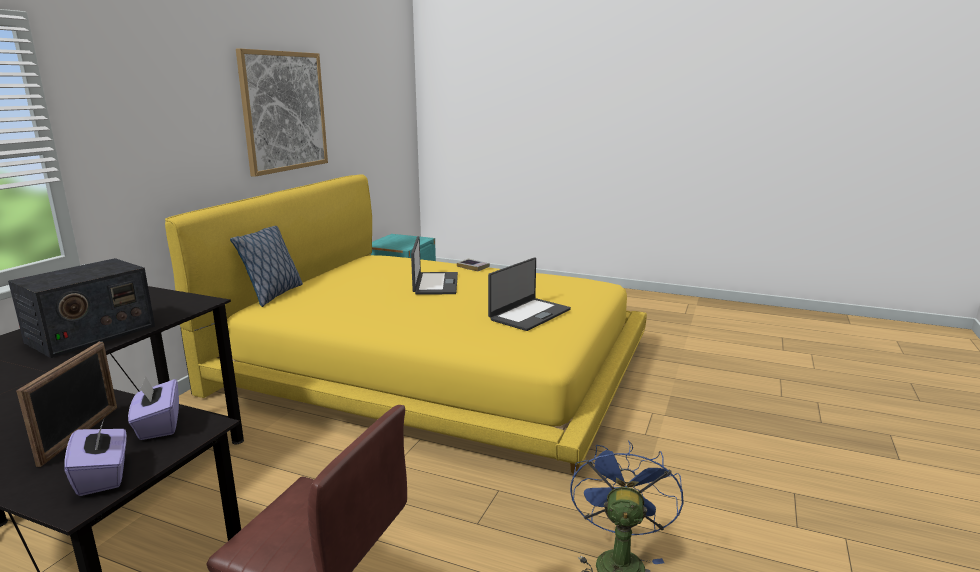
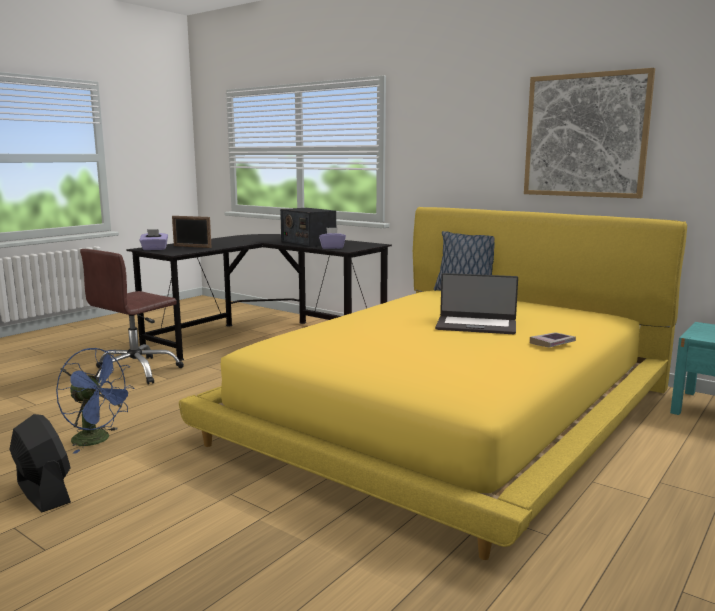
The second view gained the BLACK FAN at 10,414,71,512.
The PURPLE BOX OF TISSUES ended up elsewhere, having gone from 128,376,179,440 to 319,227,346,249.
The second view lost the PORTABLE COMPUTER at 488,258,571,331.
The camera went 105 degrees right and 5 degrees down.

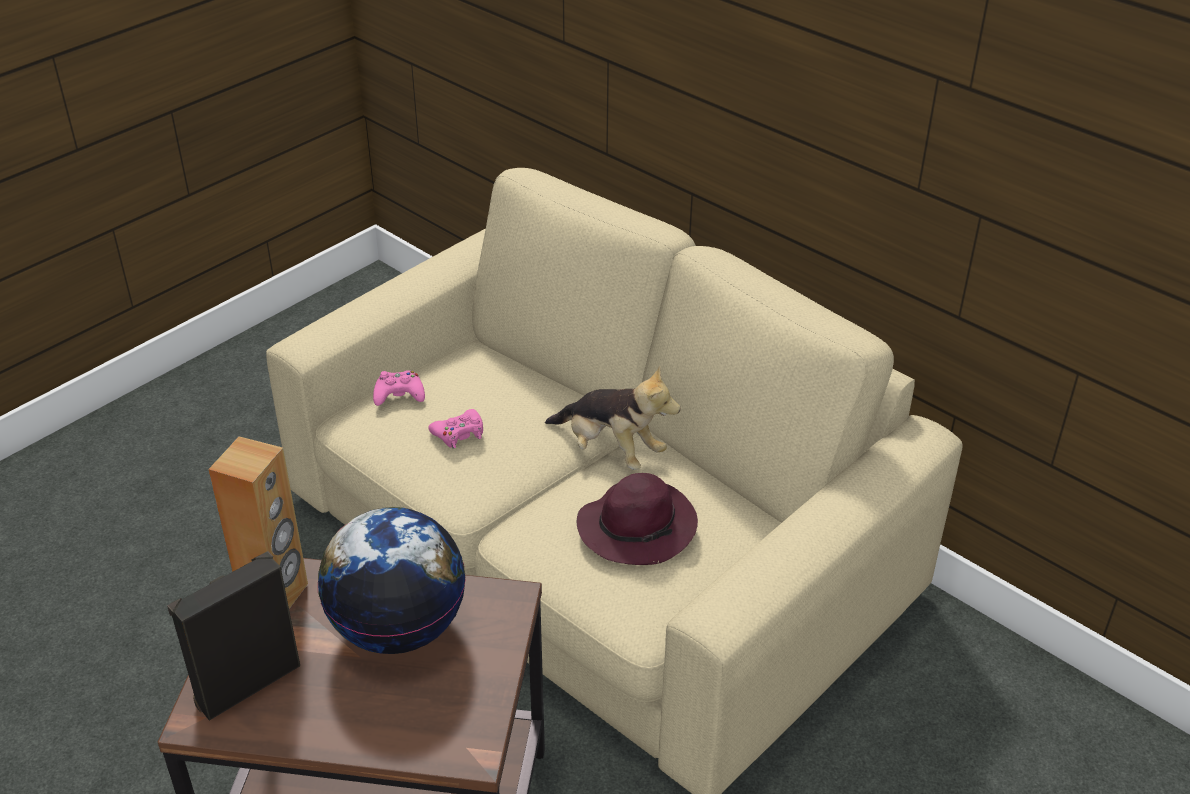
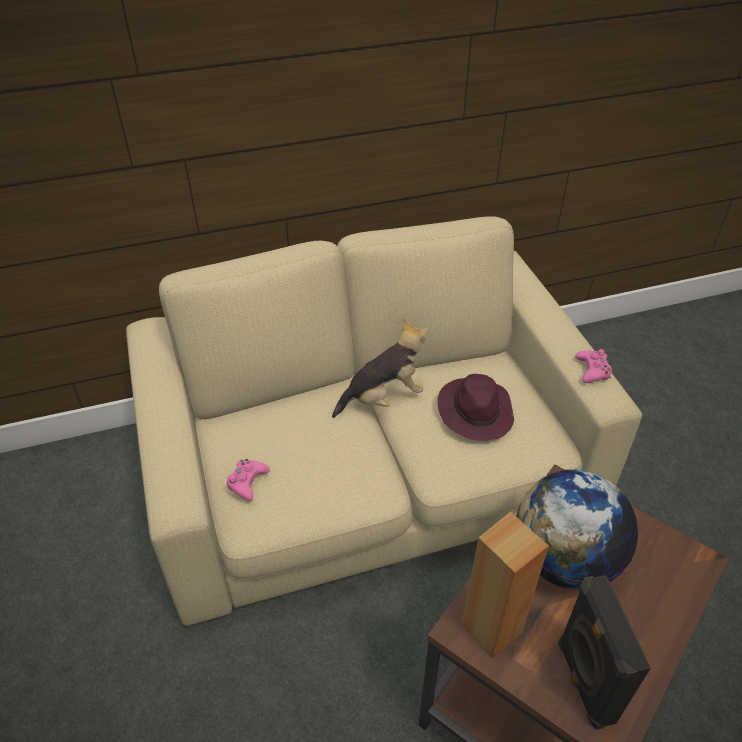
The PINKISH GAMEPAD ended up elsewhere, having gone from 428,409,483,449 to 575,349,612,383.
The camera went 60 degrees left and 5 degrees up.

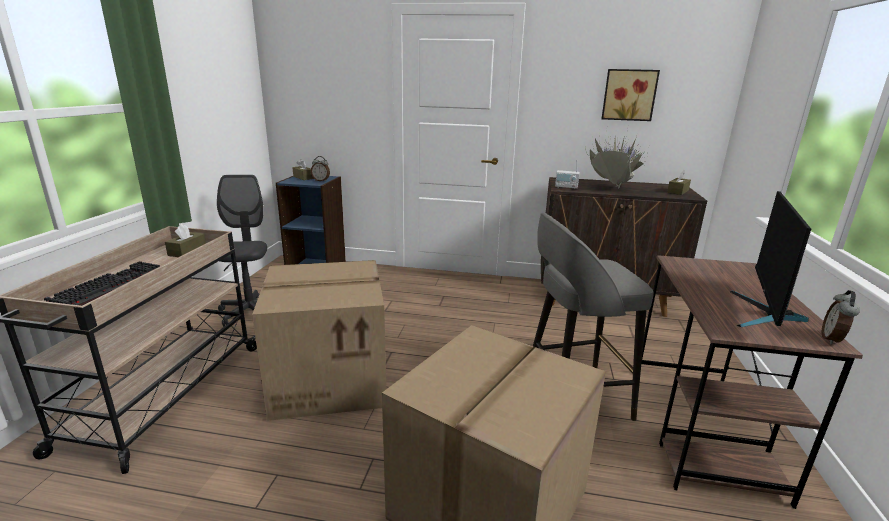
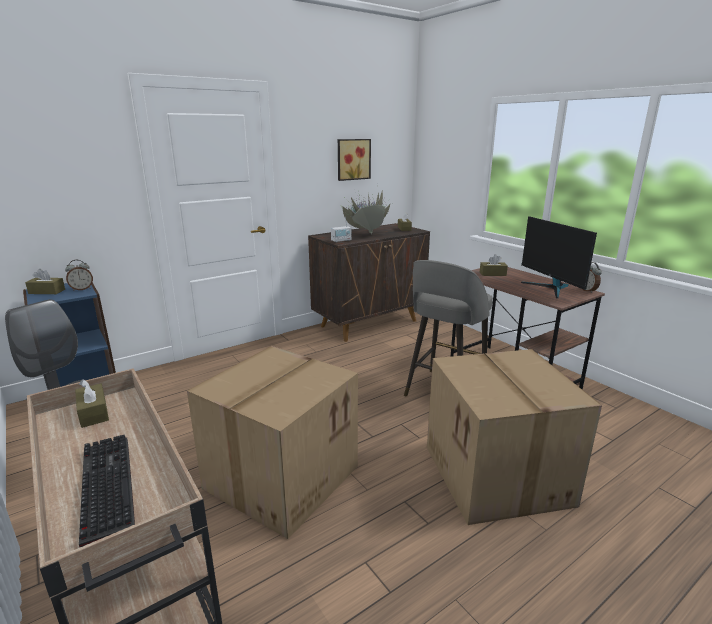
The second view gained the BROWNISH BOX OF TISSUES at 480,254,508,276.
The camera went 45 degrees left and 0 degrees up.

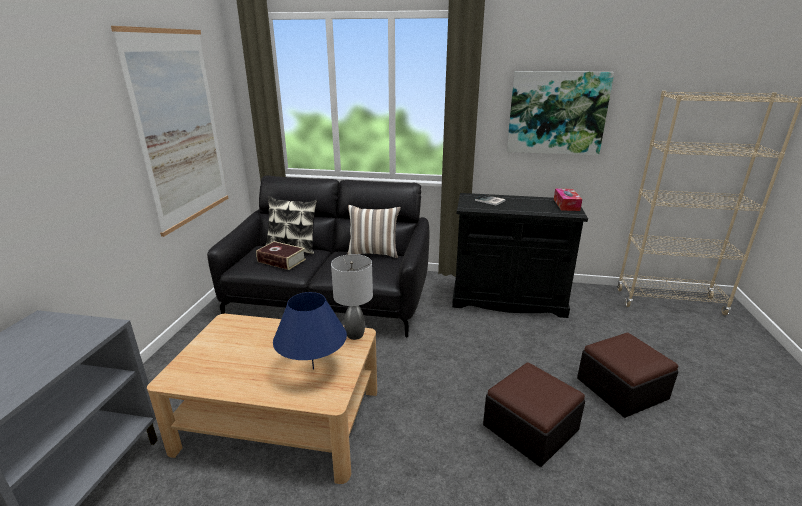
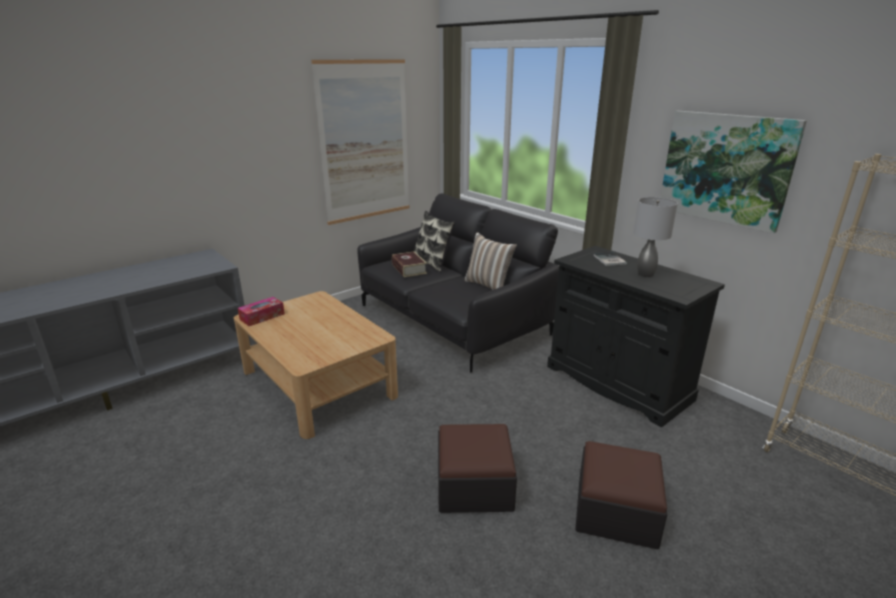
The BOX OF TISSUES ended up elsewhere, having gone from 554,189,582,211 to 238,297,285,326.
The GREY TABLETOP LAMP ended up elsewhere, having gone from 331,254,373,340 to 634,197,678,277.
The second view lost the BLUE-COLOURED TABLETOP LAMP at 273,292,347,370.
The camera went 40 degrees right and 0 degrees up.

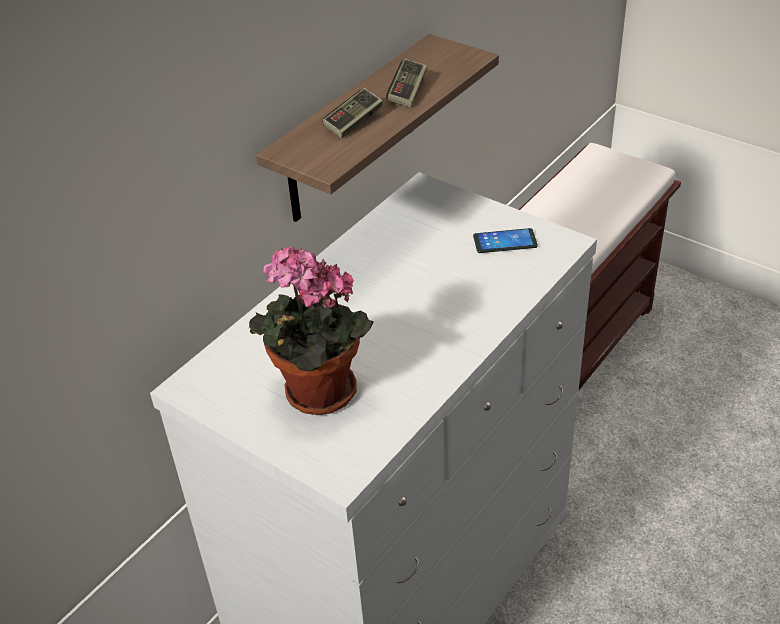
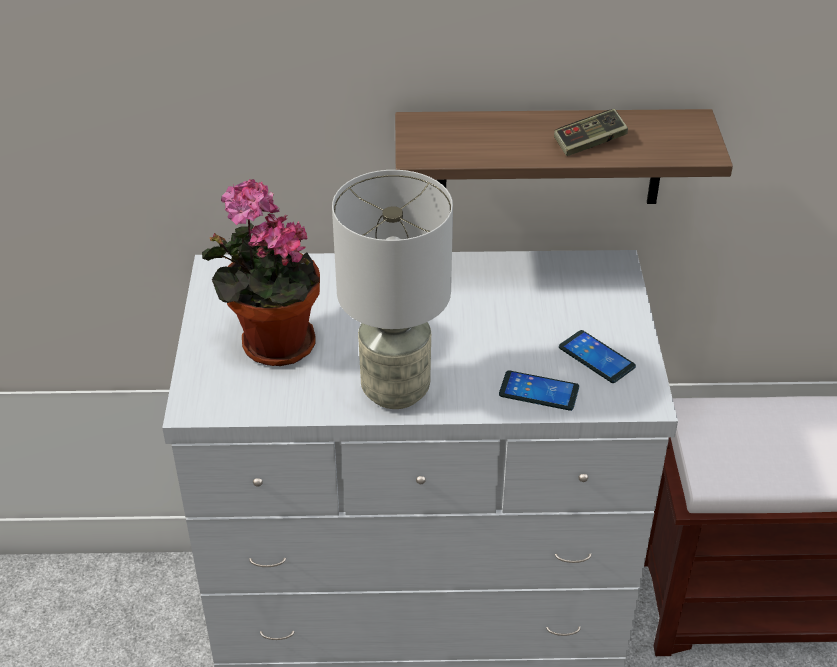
The second view gained the GREY TABLETOP LAMP at 332,170,453,409.
The second view gained the HANDSET at 499,370,579,411.
The second view lost the GAMEPAD at 322,88,383,138.
The camera went 50 degrees right and 0 degrees up.

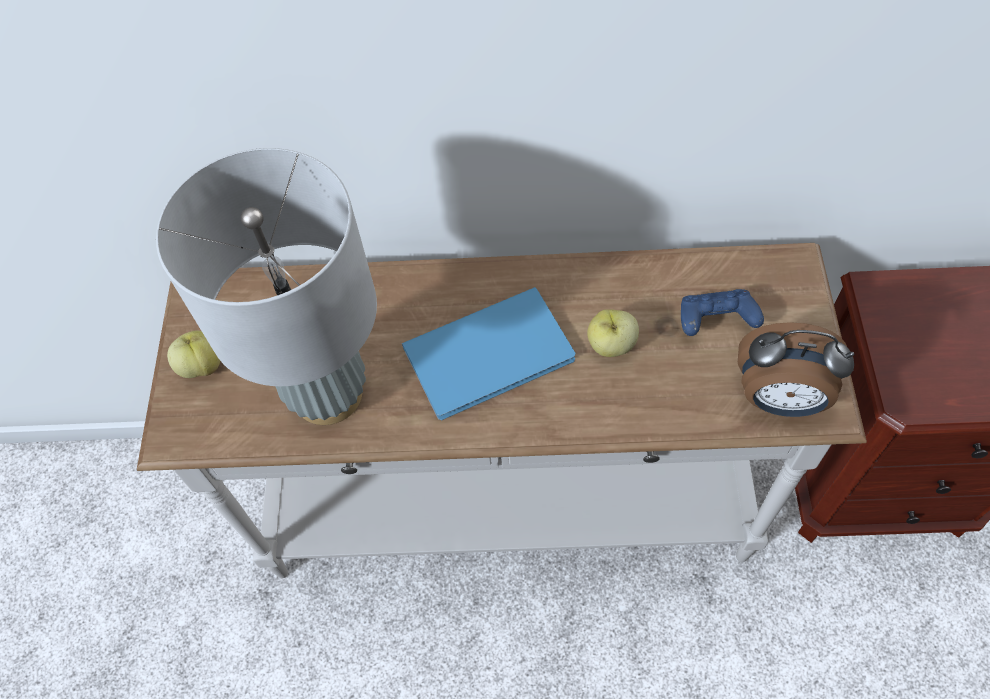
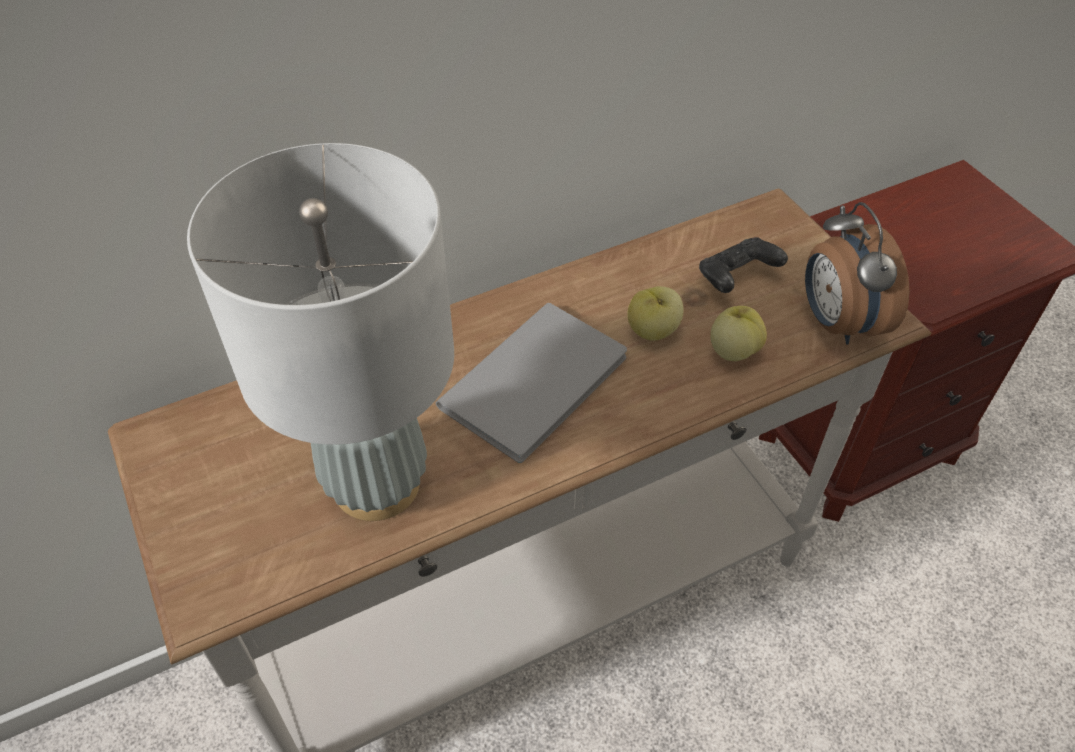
What was the BLUE-COLOURED BOOK at 402,287,576,420 turned into the GREY BOOK at 436,303,627,463.
What was the BLUE-COLOURED GAMEPAD at 681,289,764,336 turned into the BLACK GAMEPAD at 699,237,788,293.
The WHOLE APPLE ended up elsewhere, having gone from 167,330,220,378 to 710,306,767,361.
The BEDSIDE CLOCK at 738,322,854,417 ended up facing another way, 90 degrees clockwise from before.
The camera went 30 degrees left and 10 degrees down.

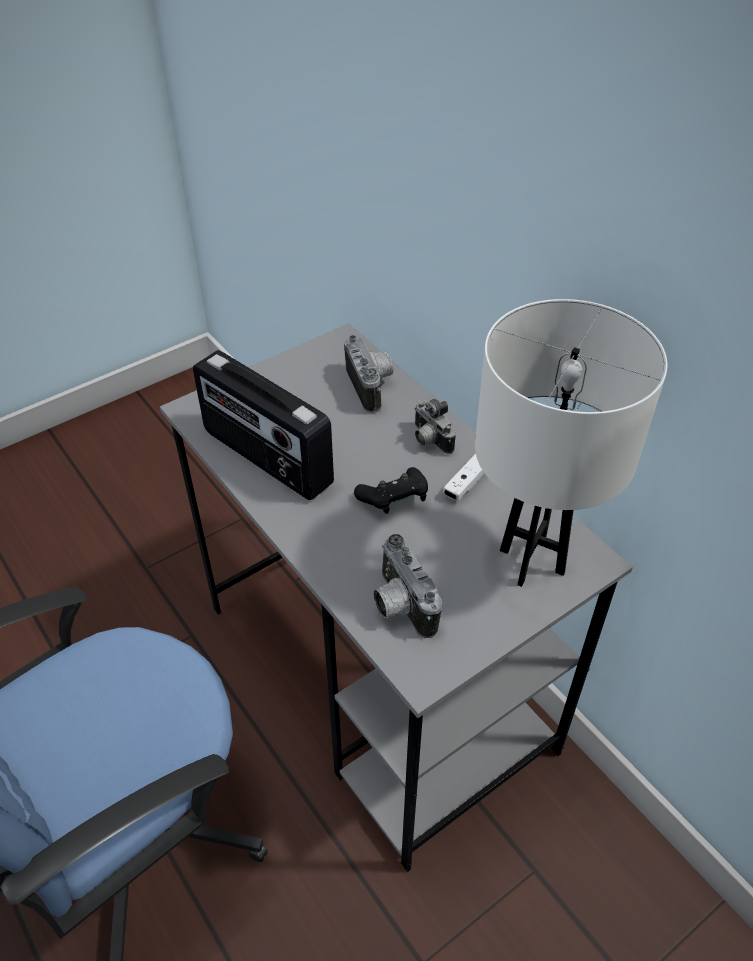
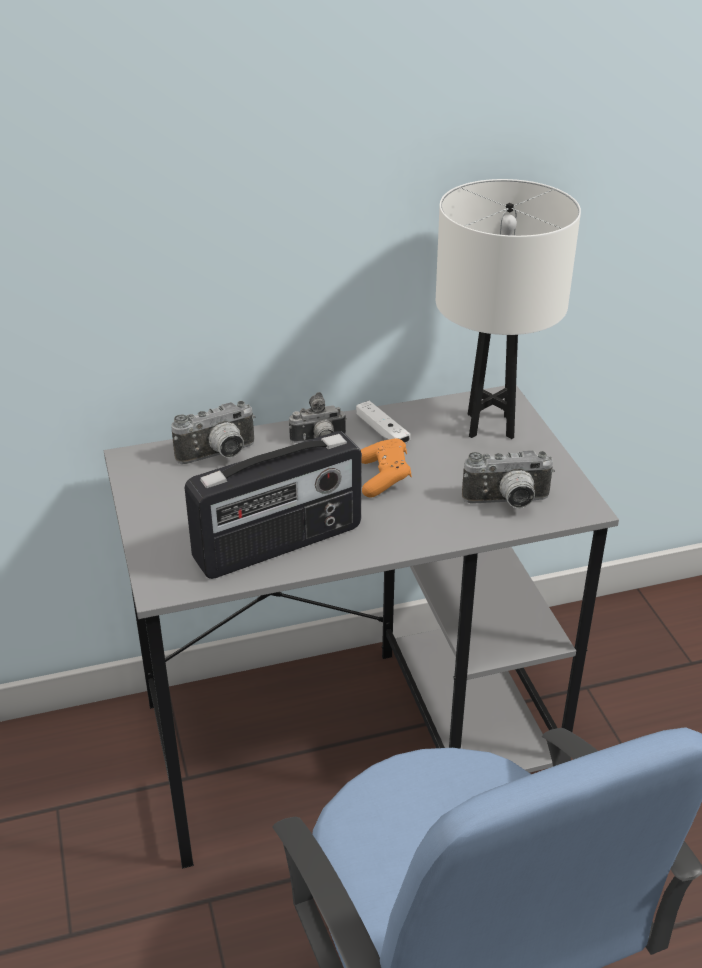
The STILL CAMERA at 344,335,393,413 ended up facing another way, 150 degrees clockwise from before.
What was the BLACK GAMEPAD at 354,467,428,514 turned into the ORANGE-COLOURED GAMEPAD at 361,438,412,497.
The camera went 70 degrees left and 10 degrees down.

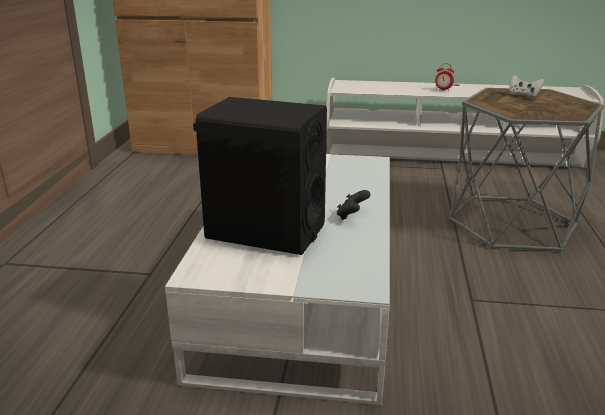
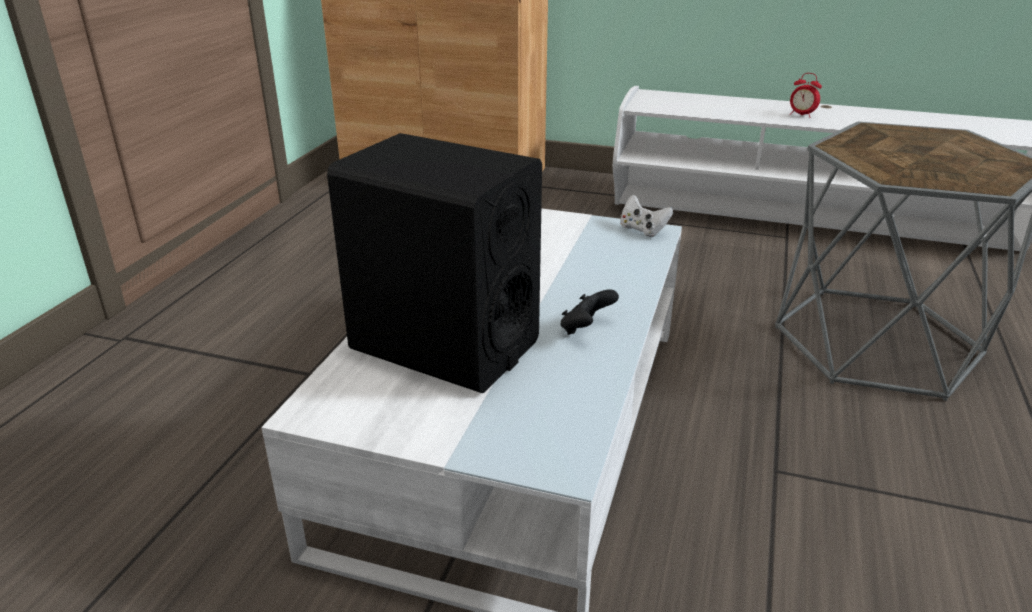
The WHITE-COLOURED GAMEPAD ended up elsewhere, having gone from 509,75,544,98 to 620,195,673,237.
The camera went 10 degrees right and 5 degrees up.

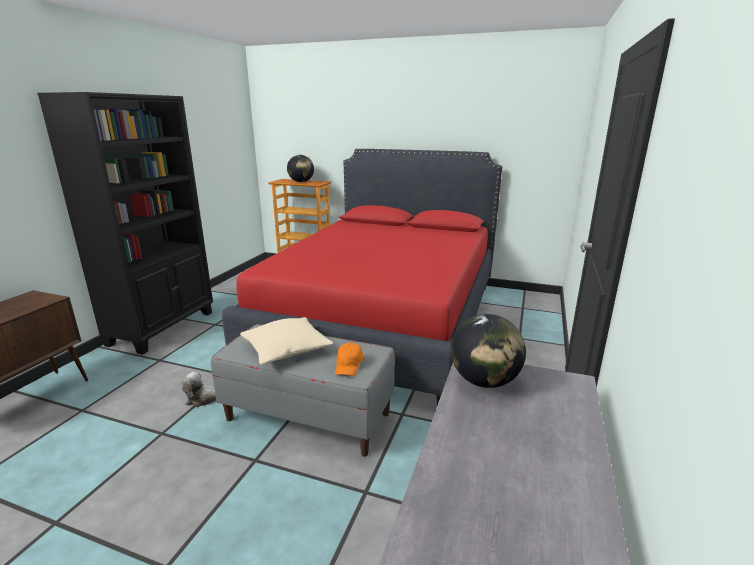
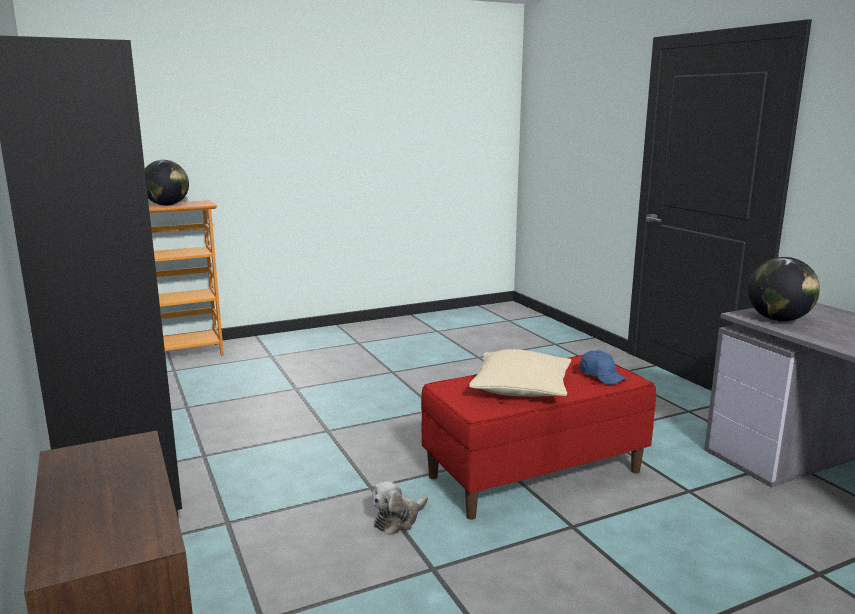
What was the GREY INDOOR BENCH at 211,324,395,457 turned into the REDDISH INDOOR BENCH at 421,355,656,520.
What was the ORANGE-COLOURED CAP at 335,343,363,376 turned into the BLUE-COLOURED CAP at 580,350,626,385.
The second view lost the REDDISH SLEEPING BED at 222,149,502,405.
The camera went 45 degrees left and 5 degrees down.

